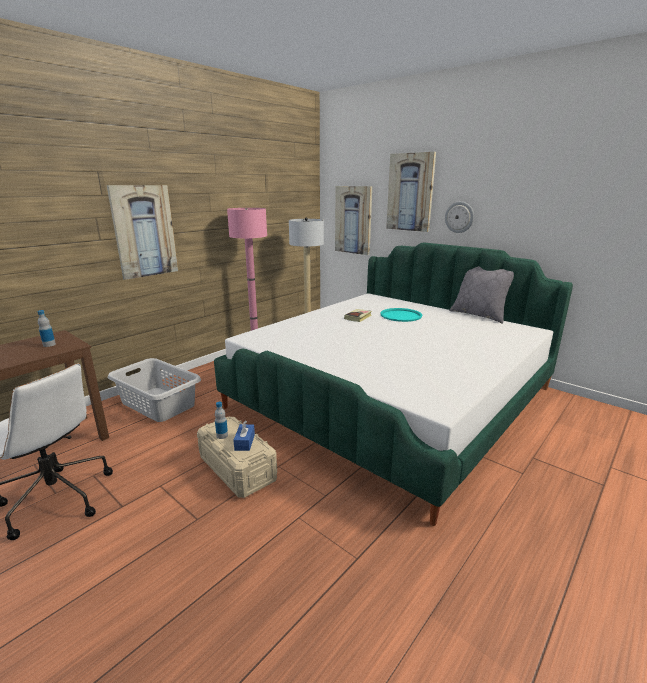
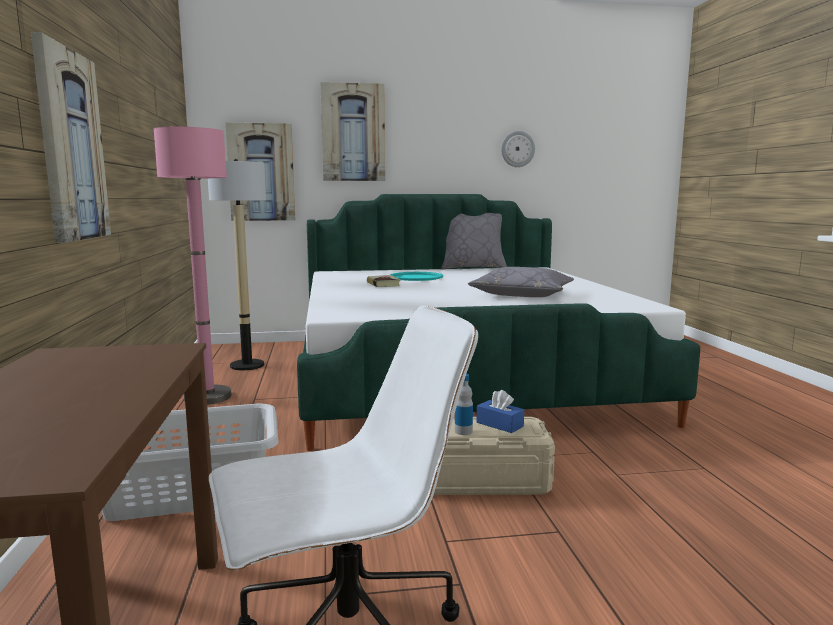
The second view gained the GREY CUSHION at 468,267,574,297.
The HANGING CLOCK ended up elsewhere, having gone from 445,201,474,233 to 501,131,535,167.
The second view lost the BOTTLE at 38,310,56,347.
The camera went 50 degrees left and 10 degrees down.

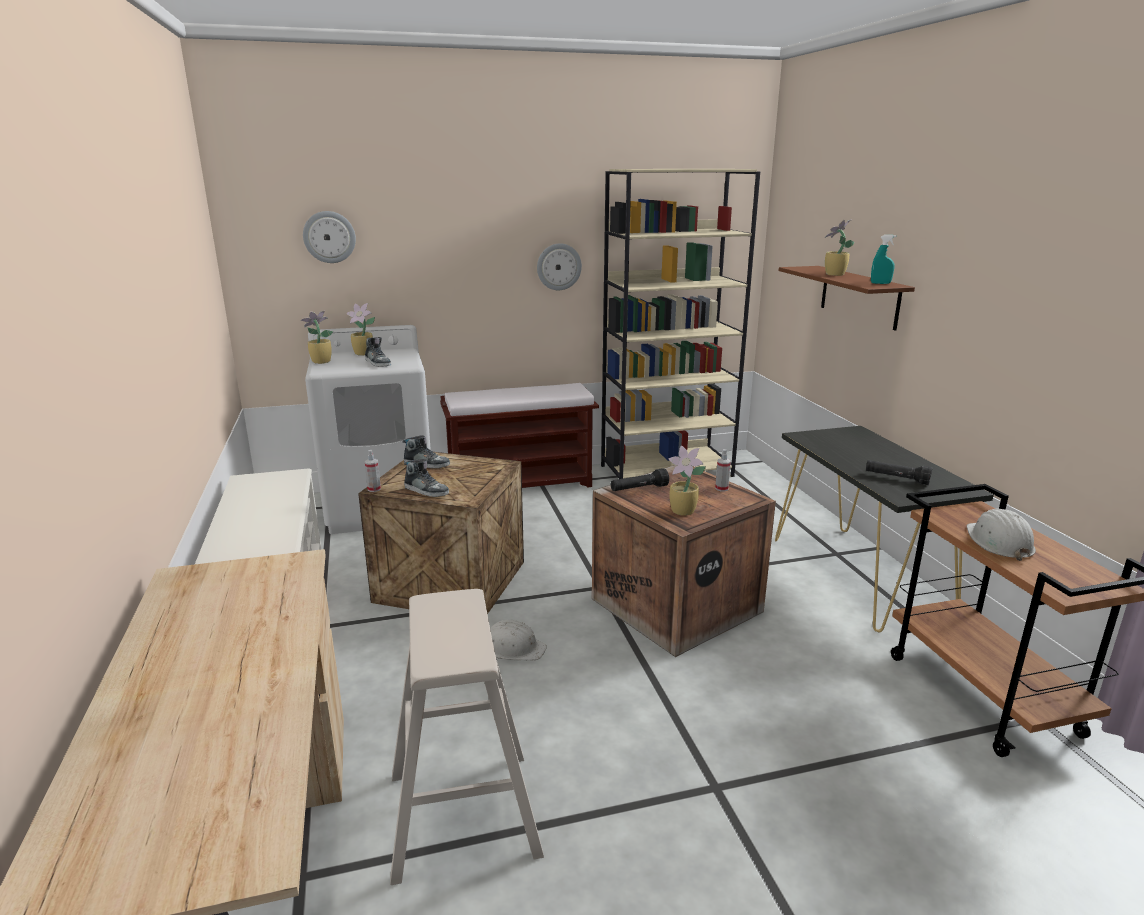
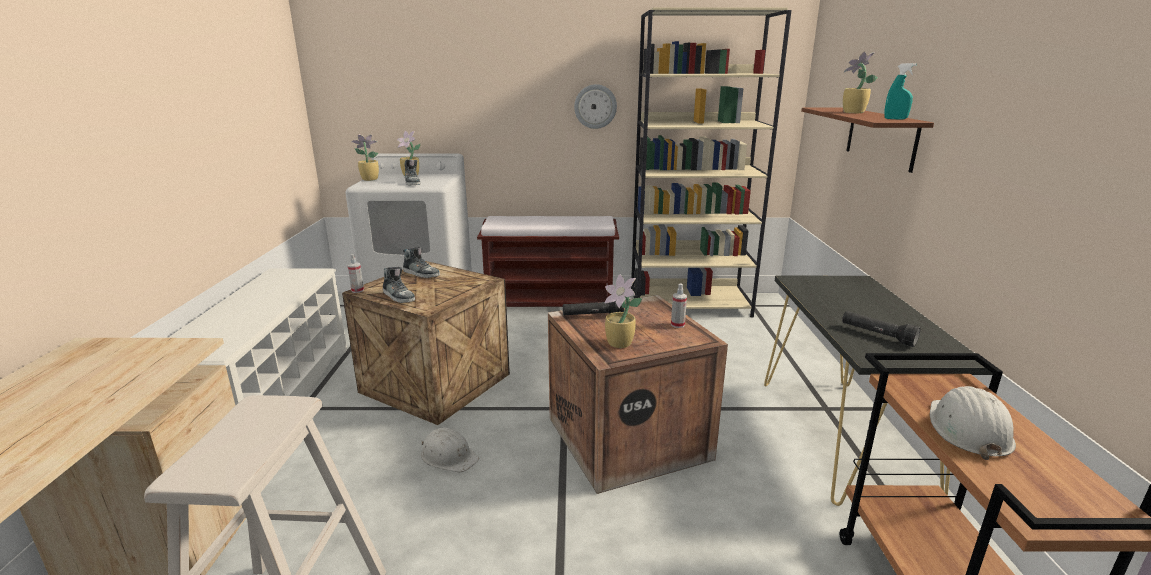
The second view lost the HANGING CLOCK at 303,211,356,263.
The camera went 15 degrees right and 0 degrees up.

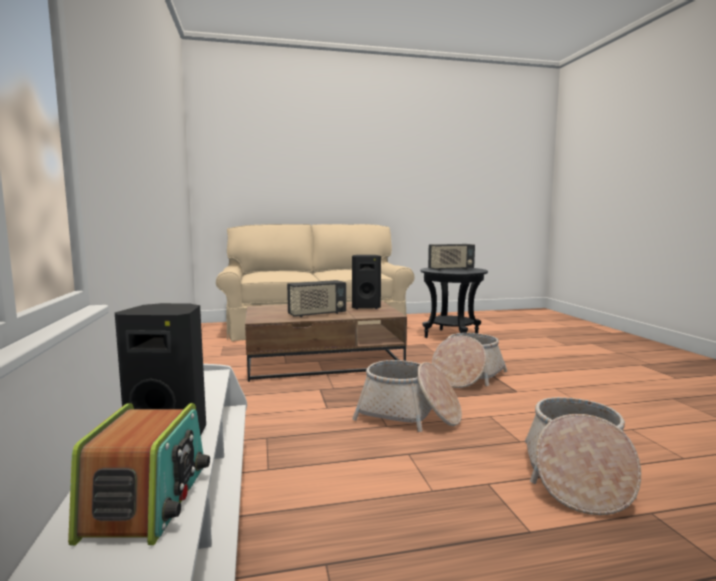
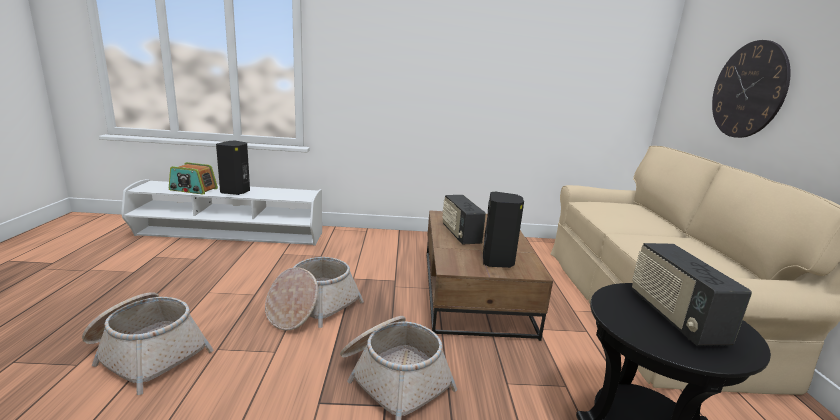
The second view gained the HANGING CLOCK at 712,40,791,138.
The camera went 100 degrees right and 10 degrees up.

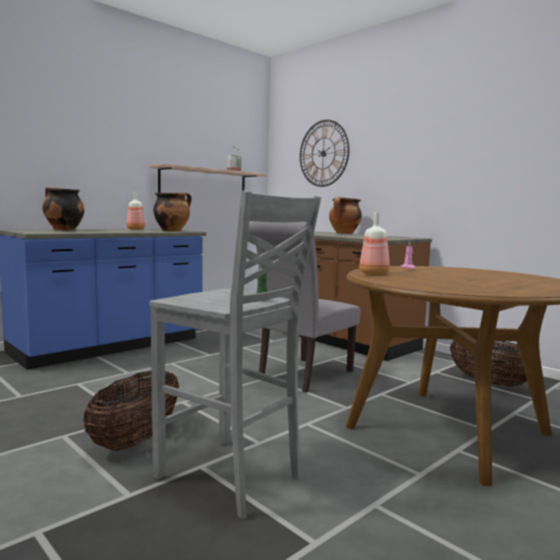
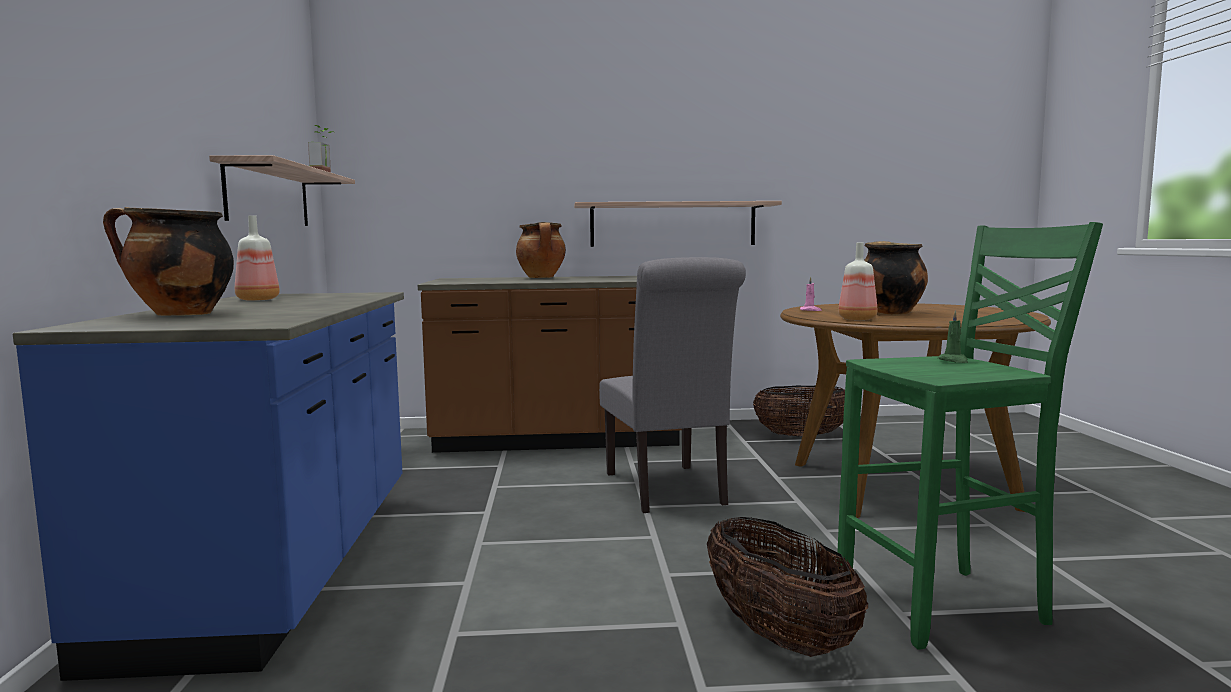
The second view gained the SHELF at 574,201,782,247.
What was the GREY STOOL SEAT at 150,191,321,519 turned into the GREENISH STOOL SEAT at 837,222,1103,650.
The SAUCEPOT ended up elsewhere, having gone from 153,192,192,231 to 864,241,928,315.
The second view lost the HANGING CLOCK at 300,120,349,187.
The camera went 50 degrees left and 0 degrees up.

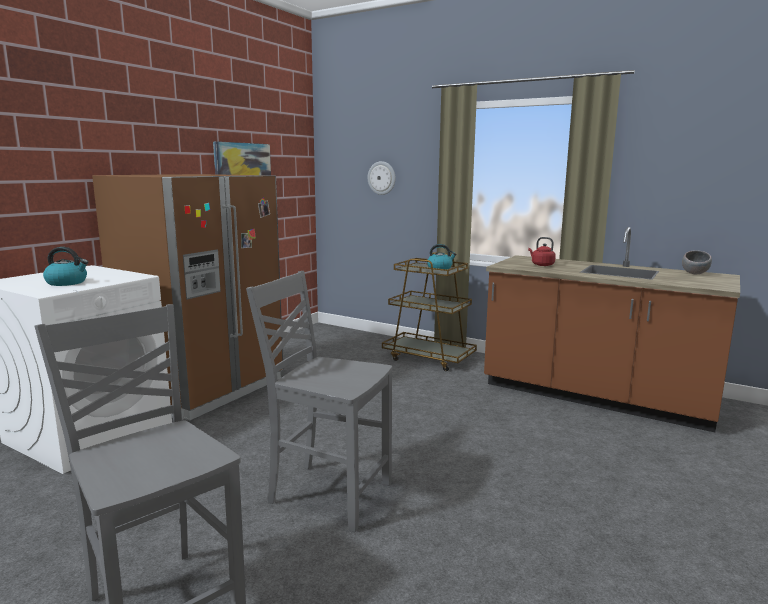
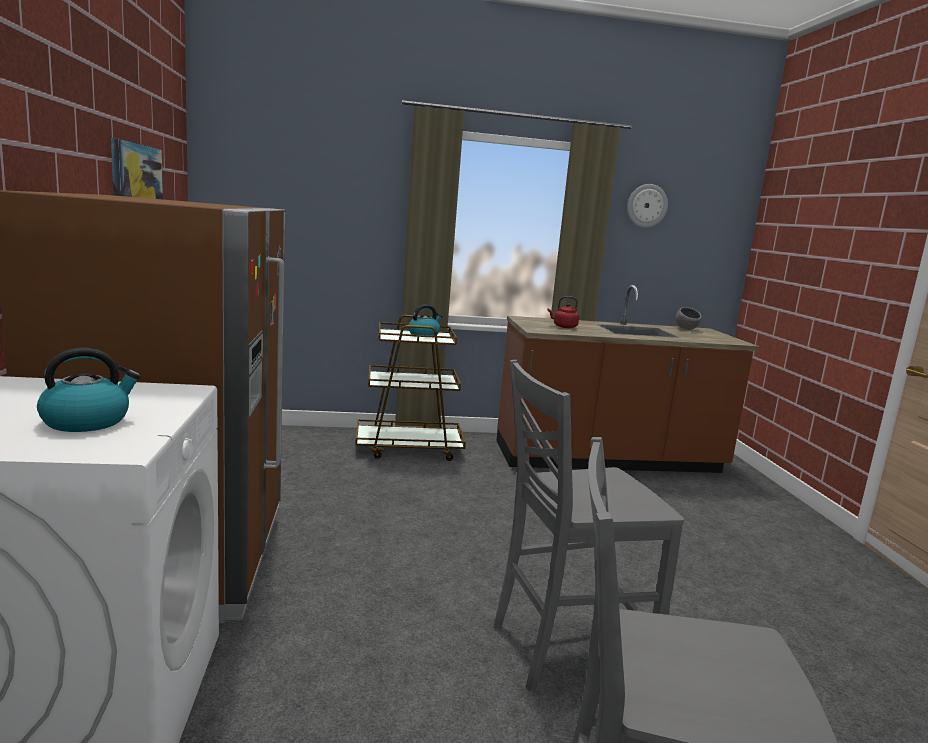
The HANGING CLOCK ended up elsewhere, having gone from 368,161,396,195 to 627,184,668,228.
The camera went 40 degrees left and 0 degrees up.

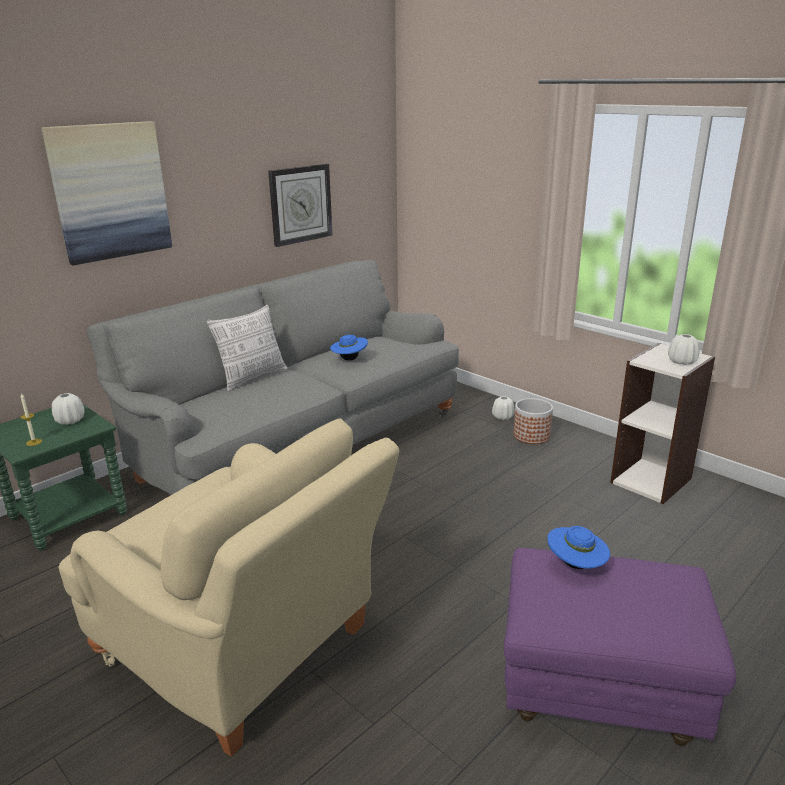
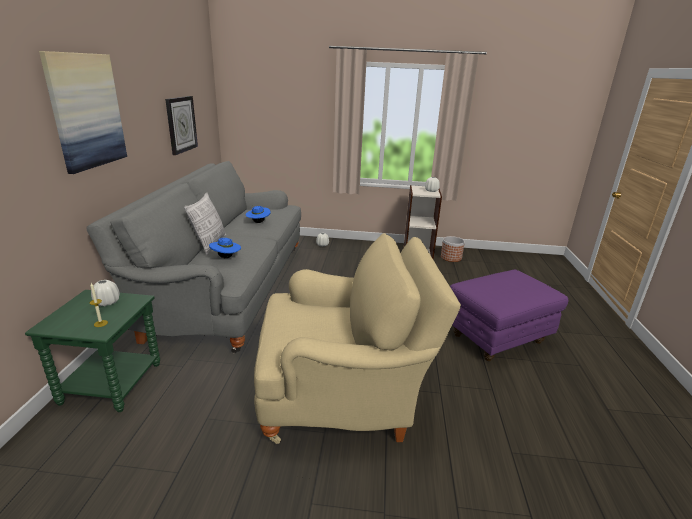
The BLUE-COLOURED WEARABLE HAT ended up elsewhere, having gone from 547,526,610,569 to 209,238,241,258.
The PLANTER ended up elsewhere, having gone from 513,398,553,444 to 441,236,465,262.
The camera went 40 degrees left and 0 degrees up.

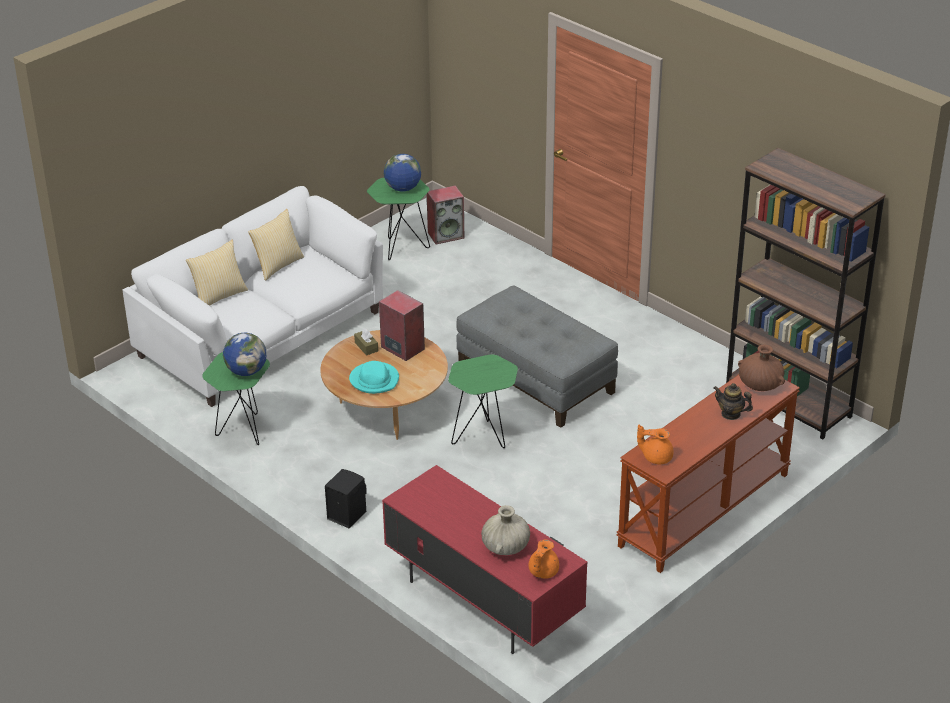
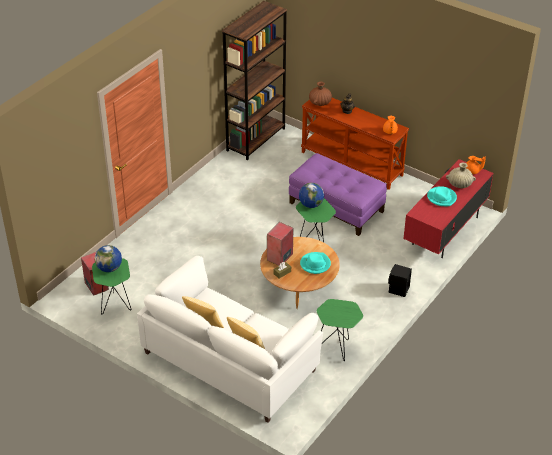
The second view gained the PURPLE OTTOMAN at 289,153,387,236.
The GLOBE ended up elsewhere, having gone from 223,332,266,376 to 299,183,324,208.
The second view gained the TURQUOISE WEARABLE HAT at 427,186,457,206.
The second view lost the GREY OTTOMAN at 456,285,618,428.
The camera went 100 degrees left and 5 degrees up.

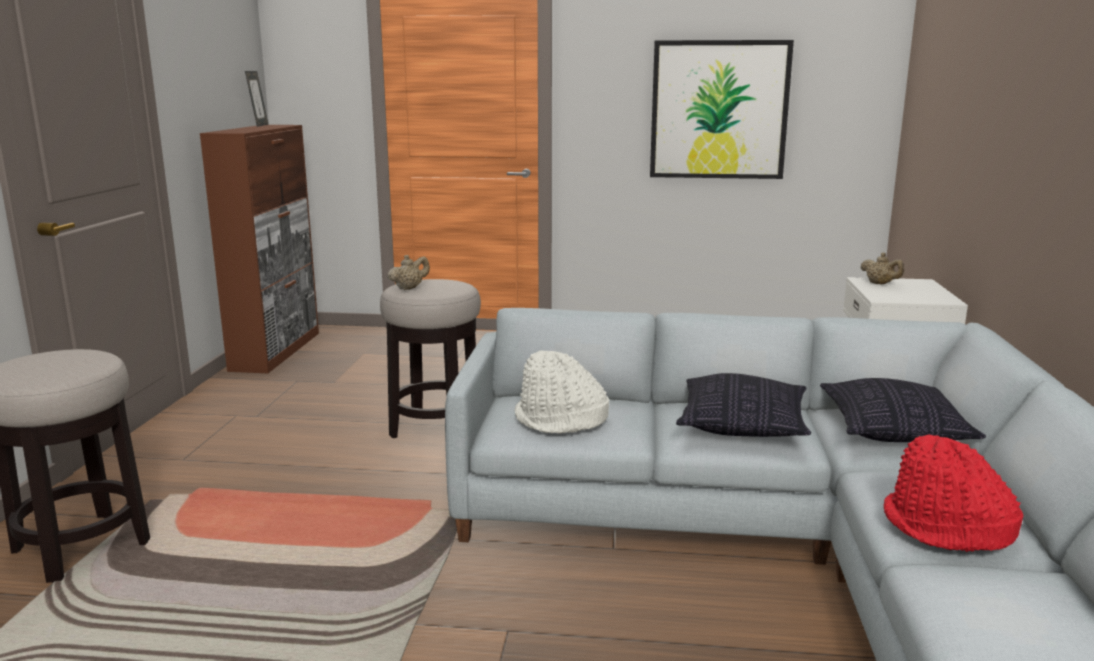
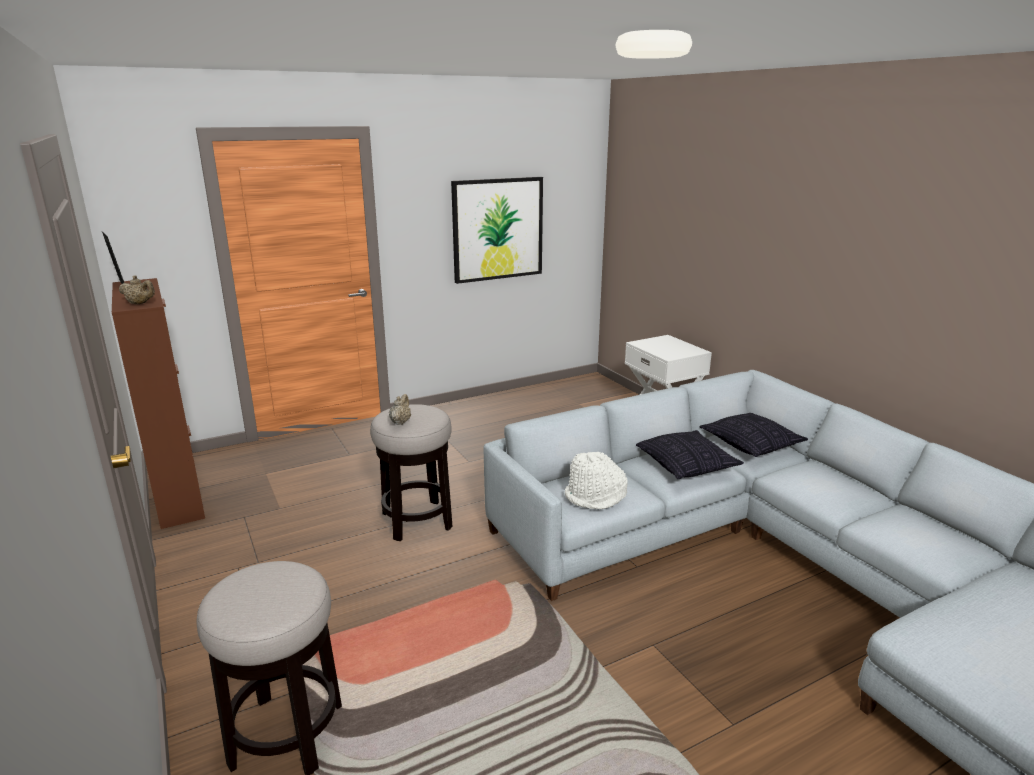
The SAND-COLOURED POT FOR TEA ended up elsewhere, having gone from 860,253,904,284 to 119,276,155,304.
The second view lost the REDDISH WEARABLE HAT at 884,435,1024,552.
The camera went 35 degrees left and 5 degrees up.

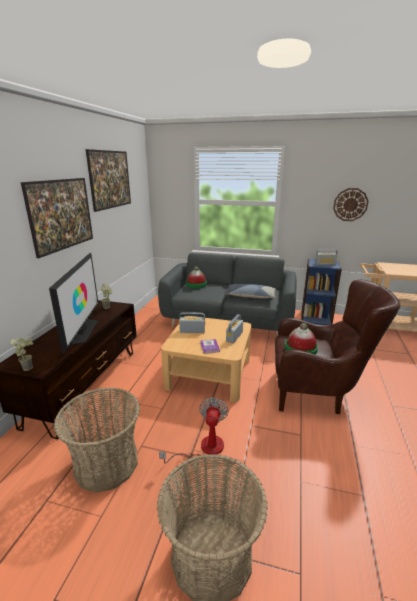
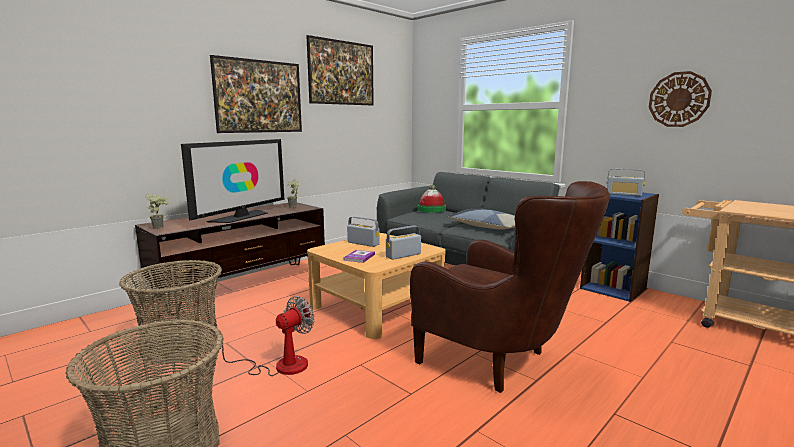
The second view lost the WEARABLE HAT at 285,323,318,355.
The camera went 30 degrees right and 10 degrees down.

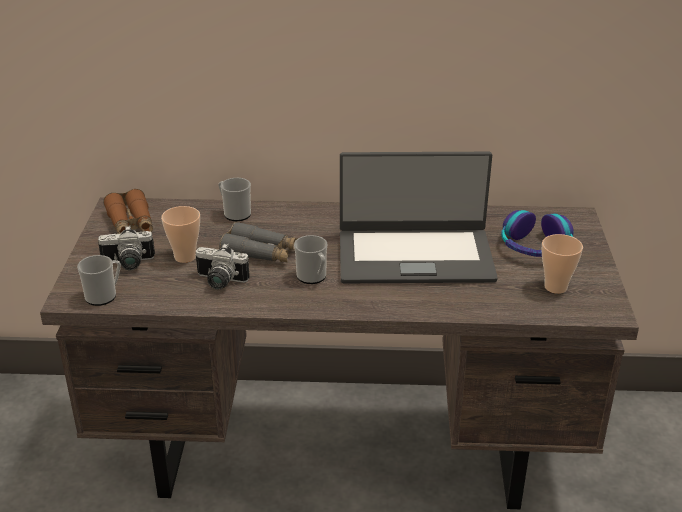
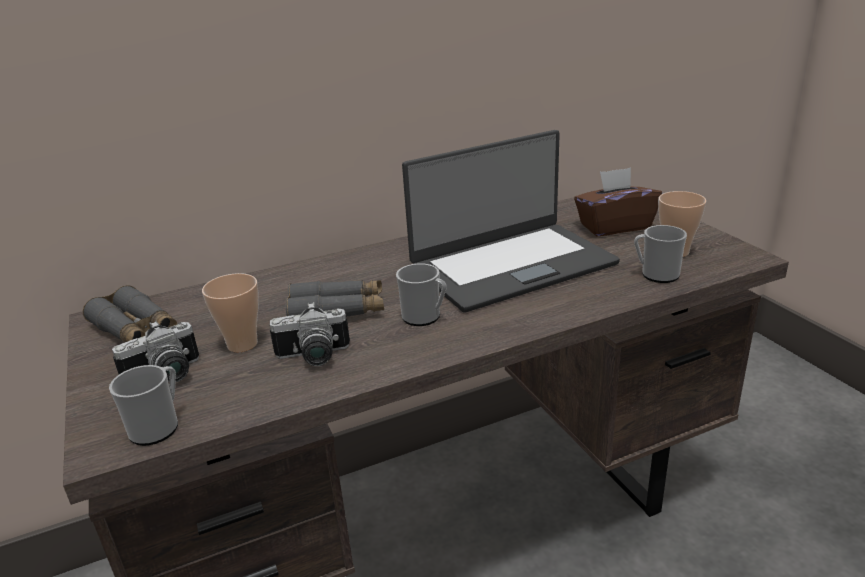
What was the BROWNISH FIELD GLASSES at 103,189,153,234 turned into the GREY FIELD GLASSES at 83,285,177,342.
Where the HEADSET stood at 501,210,574,257, the BROWNISH BOX OF TISSUES came to stand at 574,167,662,236.
The COFFEE MUG ended up elsewhere, having gone from 218,178,251,221 to 634,225,687,283.
The camera went 25 degrees left and 5 degrees down.

